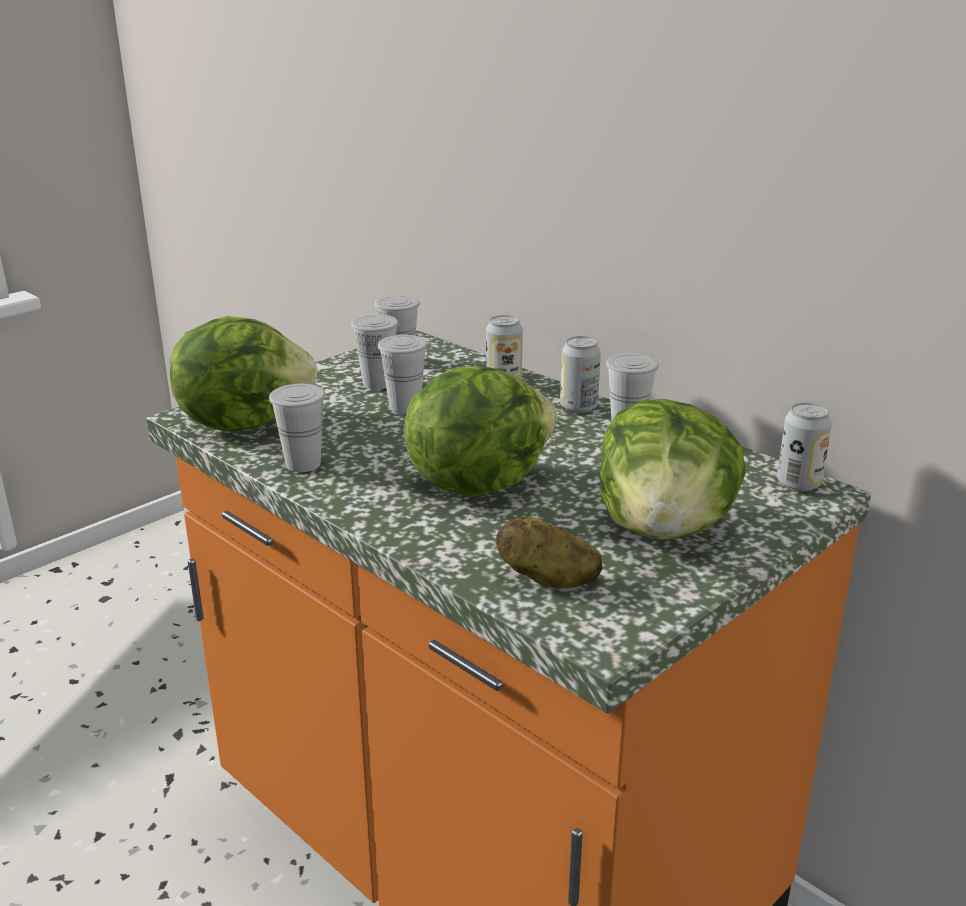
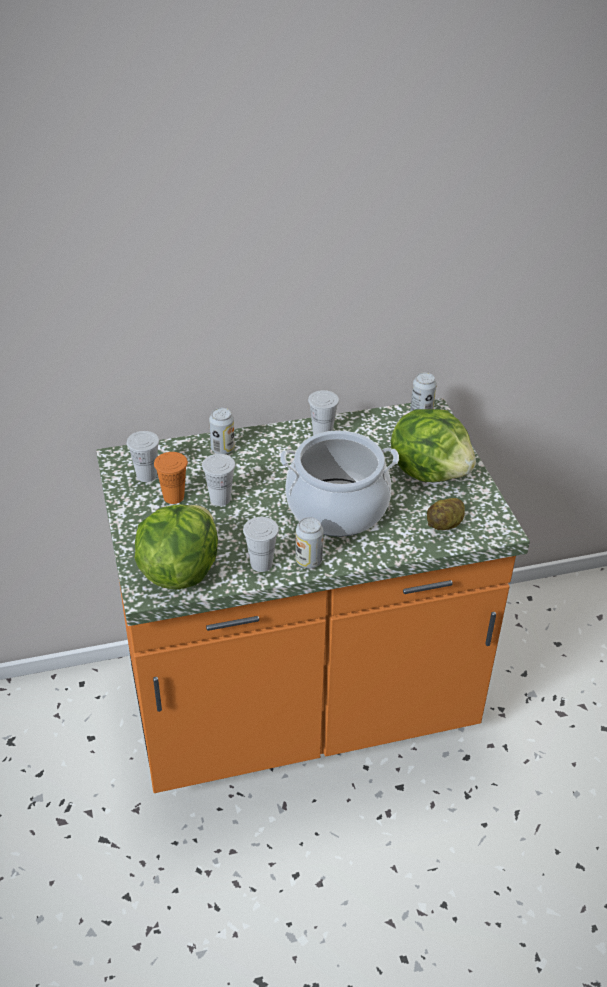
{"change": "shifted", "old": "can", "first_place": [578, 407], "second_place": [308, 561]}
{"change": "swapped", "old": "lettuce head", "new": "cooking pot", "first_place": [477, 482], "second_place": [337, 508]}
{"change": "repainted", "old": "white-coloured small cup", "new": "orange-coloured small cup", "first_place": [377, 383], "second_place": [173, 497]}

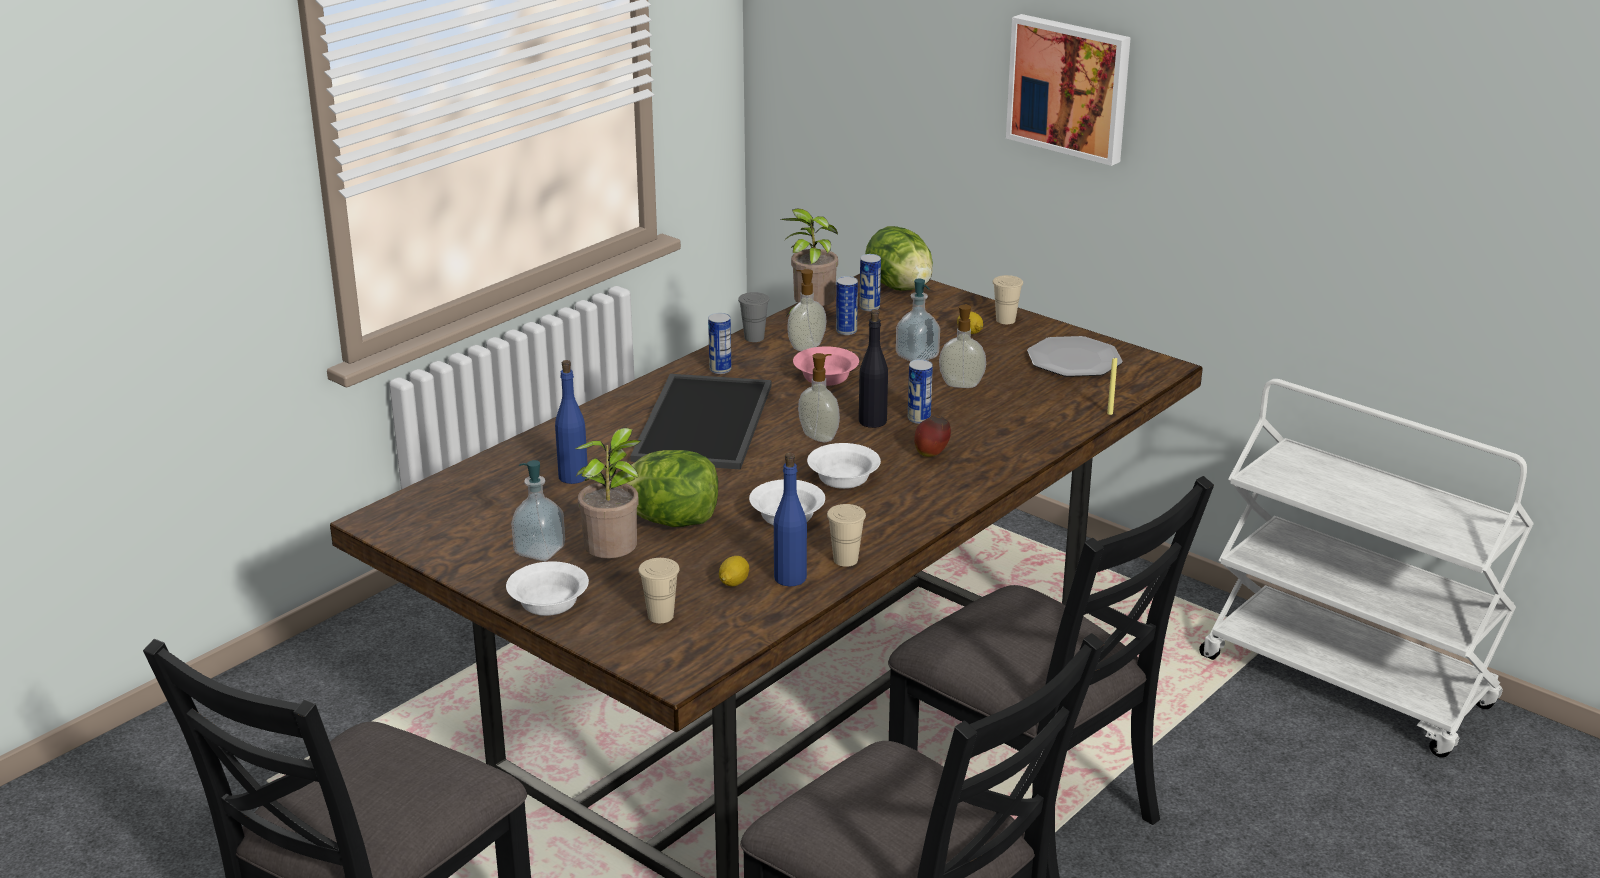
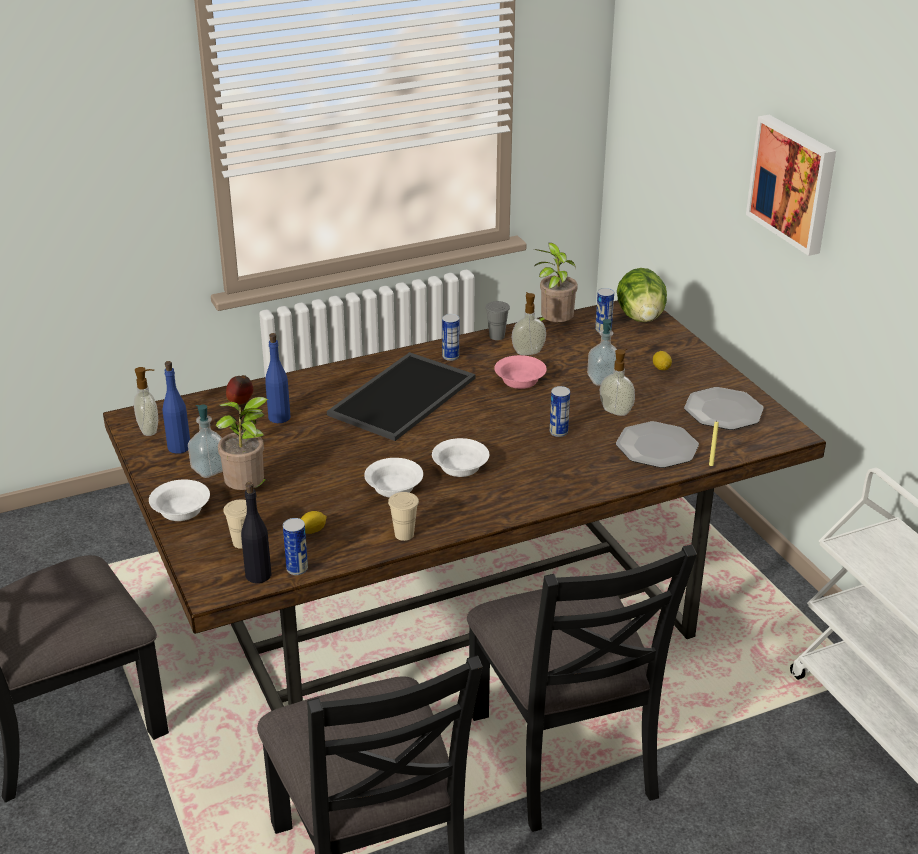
{"change": "gone", "old": "lettuce head", "first_place": [671, 521]}
{"change": "gone", "old": "beige-coloured small cup", "first_place": [1005, 320]}
{"change": "new", "new": "flat dish", "second_place": [657, 447]}
{"change": "shifted", "old": "blue-coloured drink bottle", "first_place": [790, 578], "second_place": [179, 447]}
{"change": "shifted", "old": "liquid soap bottle", "first_place": [819, 436], "second_place": [150, 430]}
{"change": "shifted", "old": "can", "first_place": [846, 331], "second_place": [297, 569]}
{"change": "shifted", "old": "black-coloured drink bottle", "first_place": [872, 421], "second_place": [258, 575]}
{"change": "shifted", "old": "apple", "first_place": [932, 454], "second_place": [241, 403]}

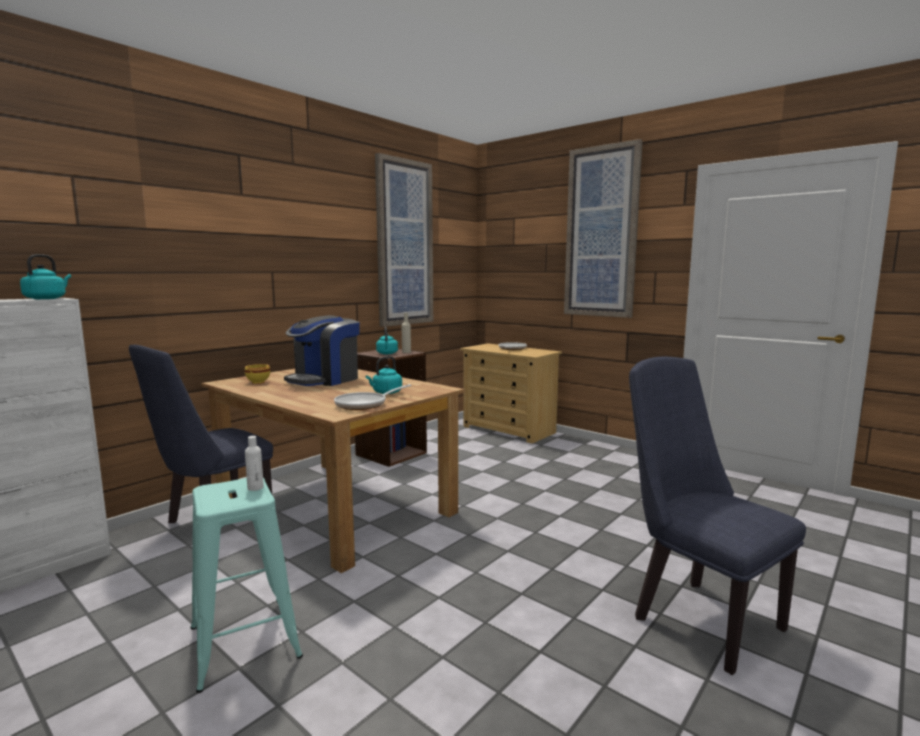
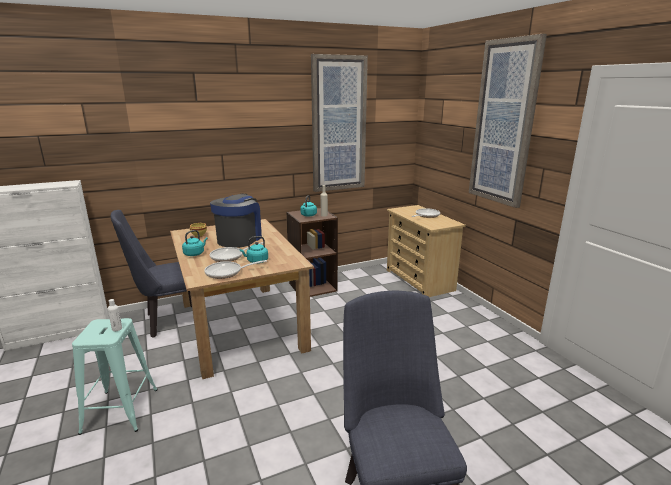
{"change": "new", "new": "pan", "second_place": [230, 256]}
{"change": "shifted", "old": "turquoise tea kettle", "first_place": [47, 298], "second_place": [195, 253]}
{"change": "rotated", "old": "coffee brewer", "first_place": [325, 380], "second_place": [239, 239], "degrees": 135}

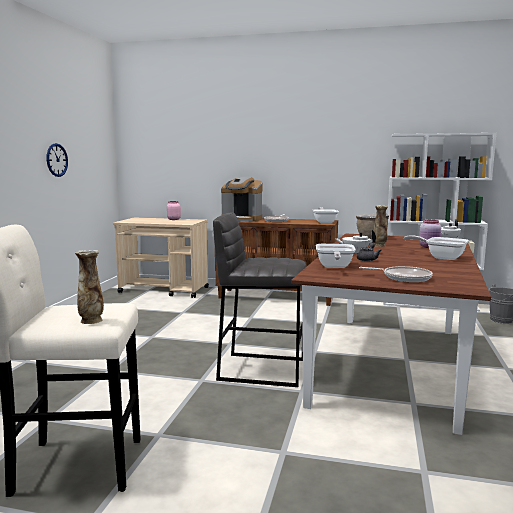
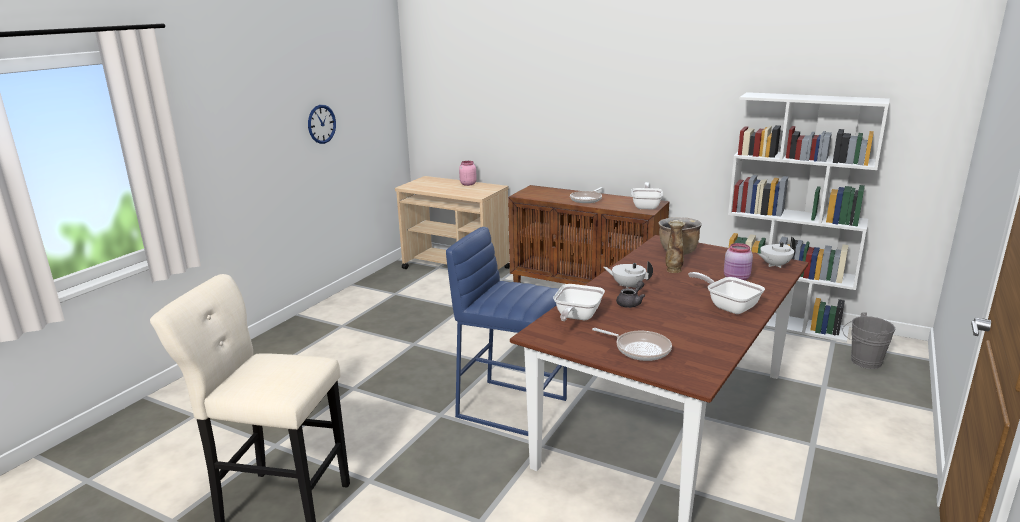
{"change": "gone", "old": "decorative vase", "first_place": [91, 320]}
{"change": "gone", "old": "coffee brewer", "first_place": [242, 219]}
{"change": "repainted", "old": "gray stool seat", "new": "blue-coloured stool seat", "first_place": [261, 369], "second_place": [511, 407]}

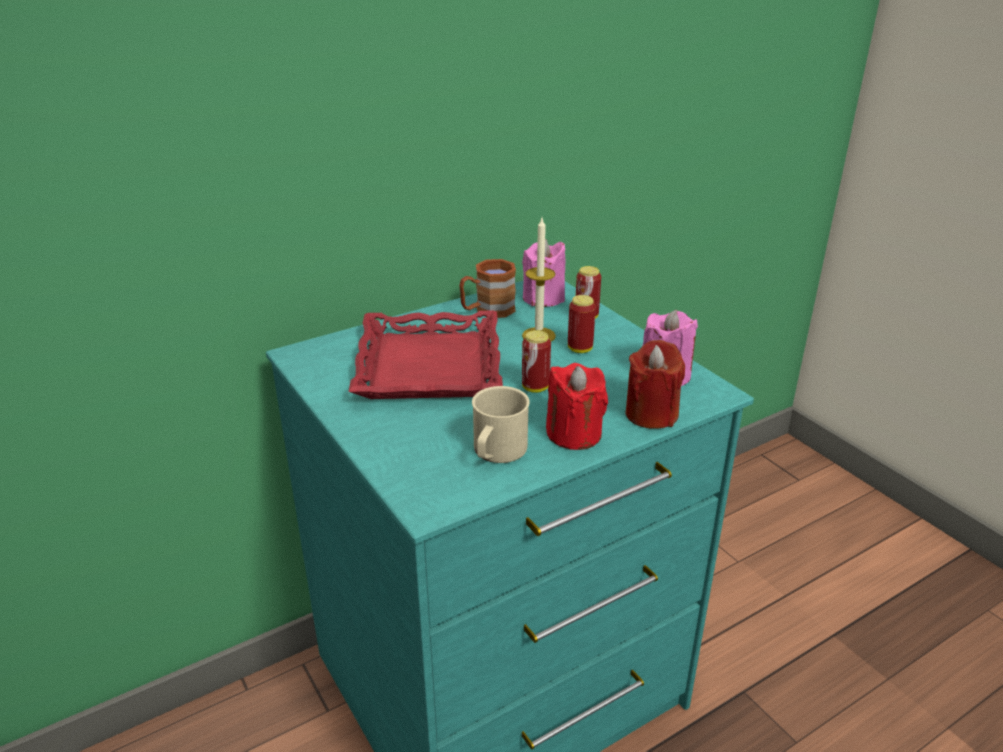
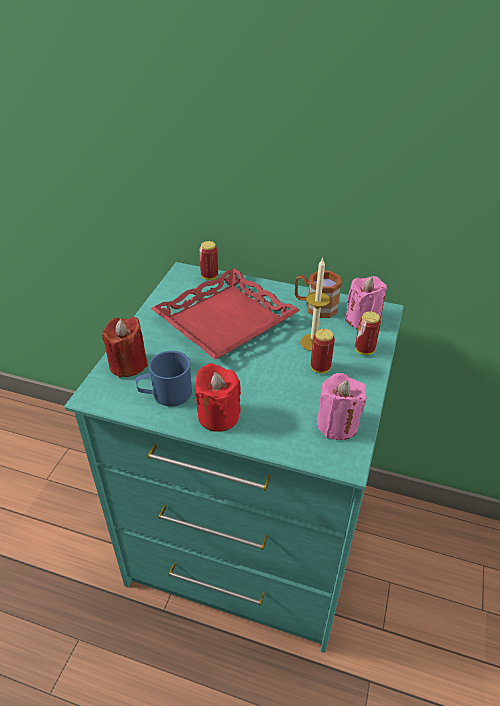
{"change": "shifted", "old": "can", "first_place": [535, 387], "second_place": [209, 277]}
{"change": "shifted", "old": "red wax candle", "first_place": [651, 414], "second_place": [128, 364]}
{"change": "repainted", "old": "beige-coloured tea mug", "new": "blue-coloured tea mug", "first_place": [496, 453], "second_place": [166, 394]}

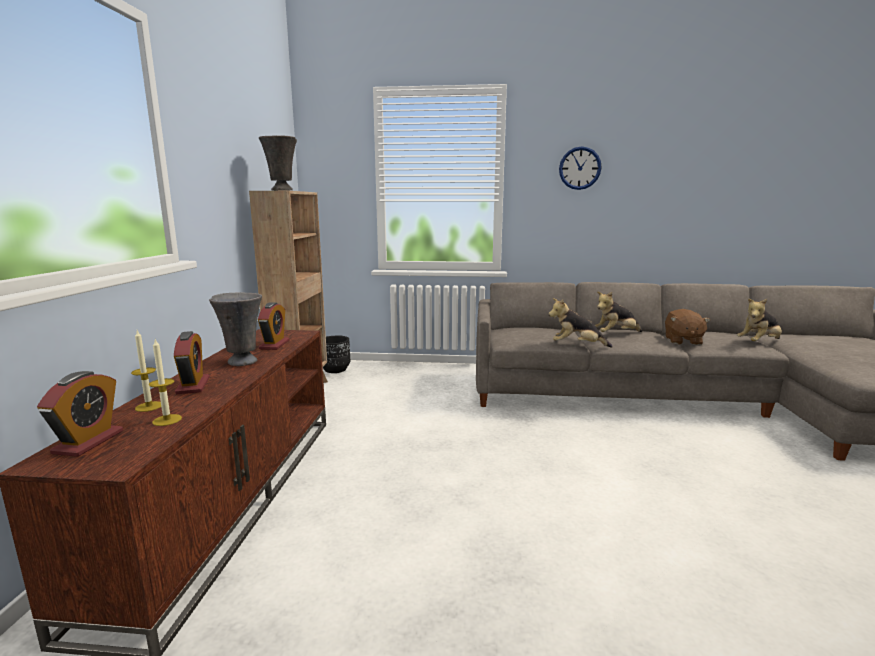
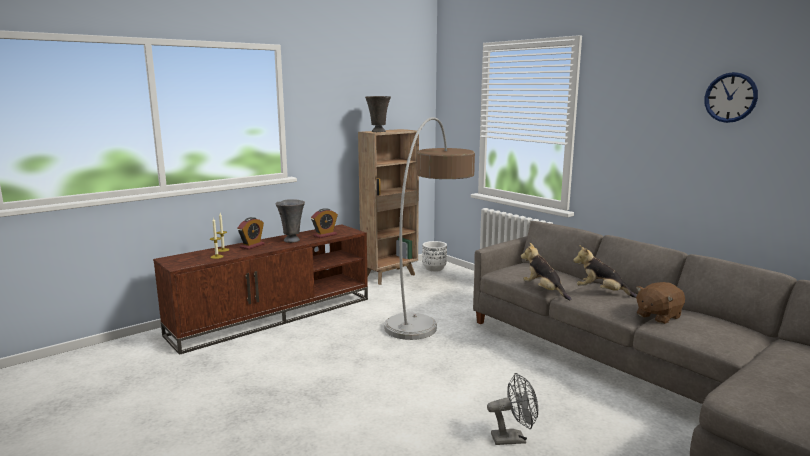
{"change": "gone", "old": "table clock", "first_place": [88, 442]}
{"change": "gone", "old": "soft toy", "first_place": [759, 343]}
{"change": "new", "new": "standard lamp", "second_place": [431, 302]}
{"change": "new", "new": "gray electric fan", "second_place": [513, 438]}
{"change": "shifted", "old": "hanging clock", "first_place": [579, 168], "second_place": [730, 97]}
{"change": "repainted", "old": "black-coloured plant pot", "new": "white-coloured plant pot", "first_place": [335, 369], "second_place": [434, 268]}

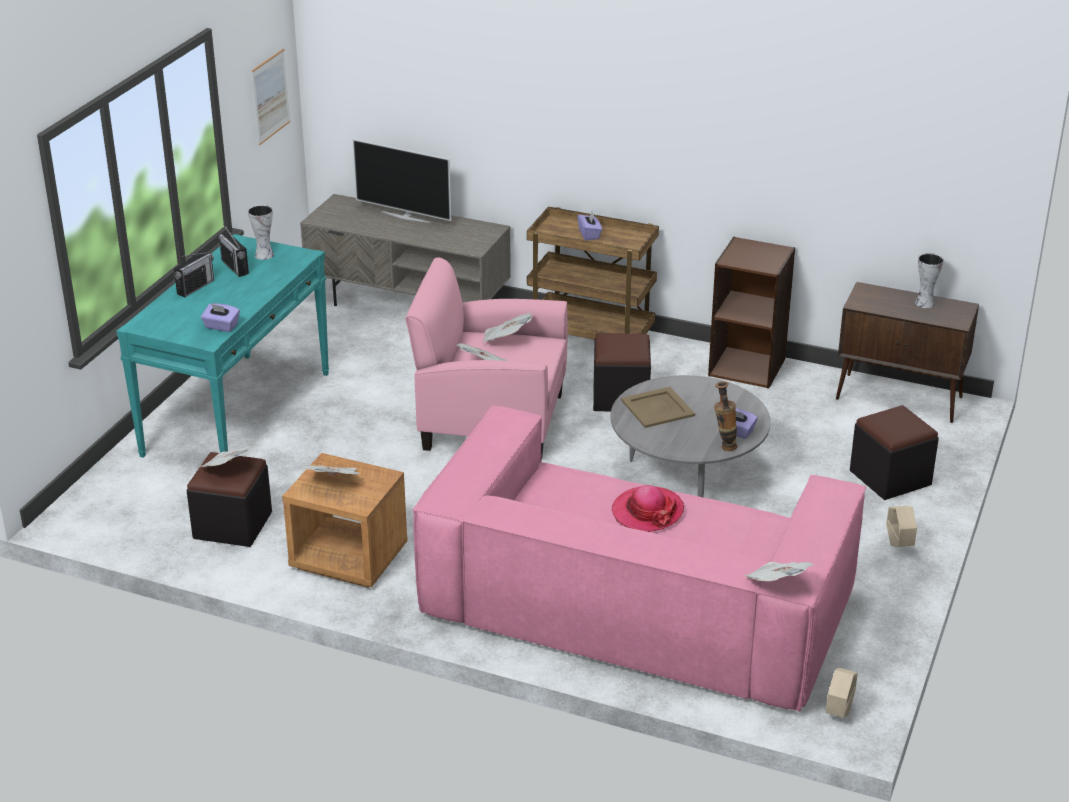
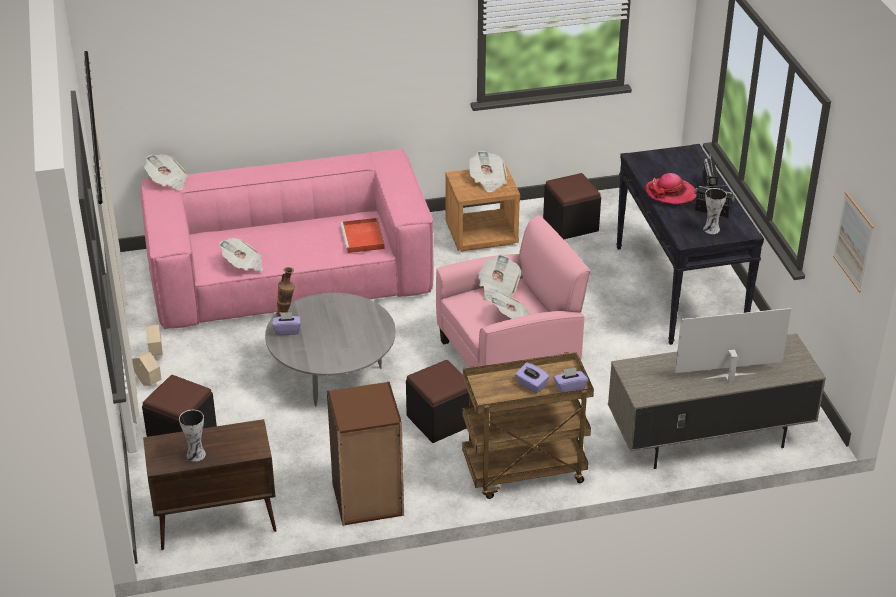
{"change": "gone", "old": "beige-coloured carrying tray", "first_place": [657, 408]}
{"change": "new", "new": "red carrying tray", "second_place": [363, 238]}
{"change": "shifted", "old": "newspaper", "first_place": [229, 468], "second_place": [243, 265]}
{"change": "shifted", "old": "purplish box of tissues", "first_place": [221, 326], "second_place": [569, 388]}
{"change": "shifted", "old": "wearable hat", "first_place": [647, 512], "second_place": [670, 193]}
{"change": "shifted", "old": "beige-coloured plant pot", "first_place": [839, 712], "second_place": [156, 353]}
{"change": "repainted", "old": "turquoise narrow table", "new": "black-coloured narrow table", "first_place": [237, 413], "second_place": [679, 289]}

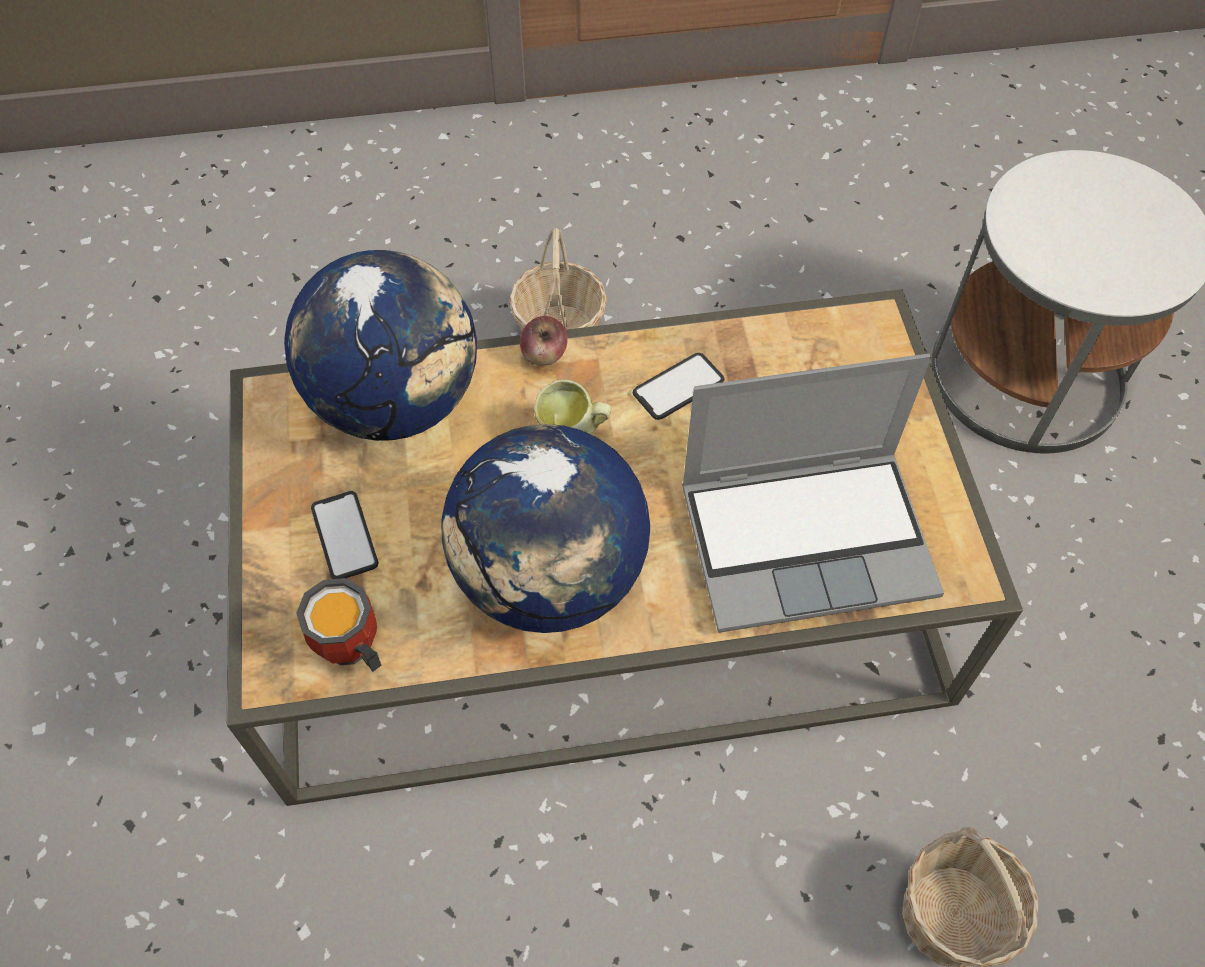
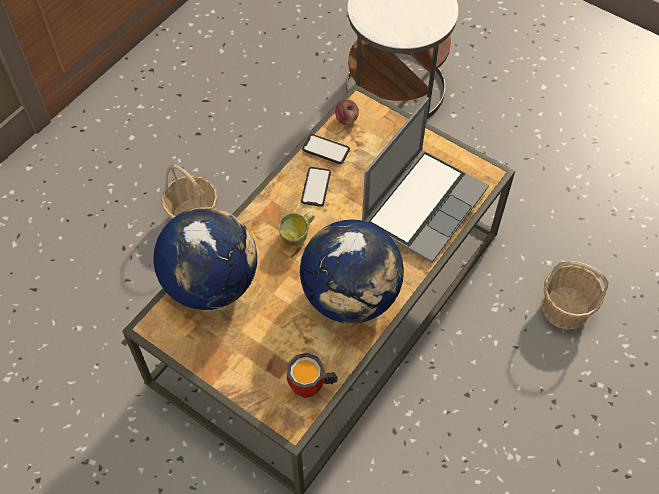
{"change": "shifted", "old": "handset", "first_place": [344, 536], "second_place": [326, 149]}
{"change": "shifted", "old": "apple", "first_place": [544, 355], "second_place": [346, 119]}

